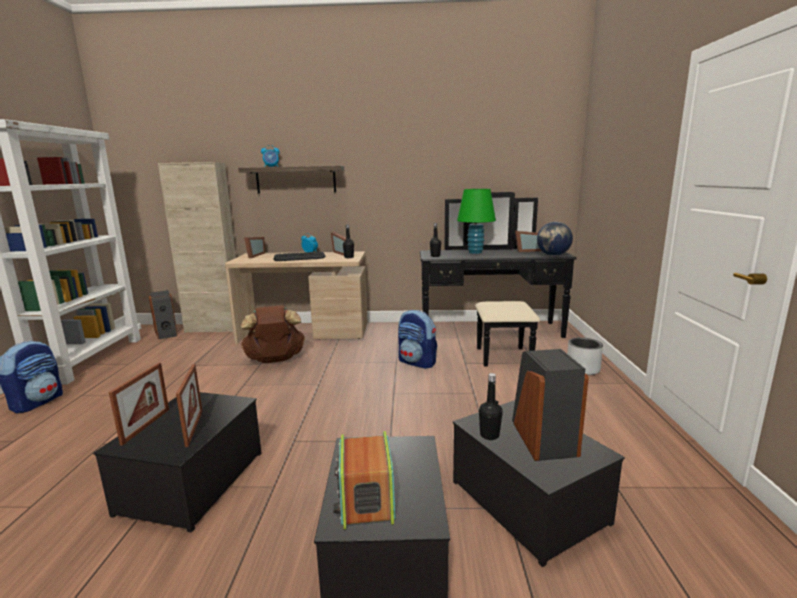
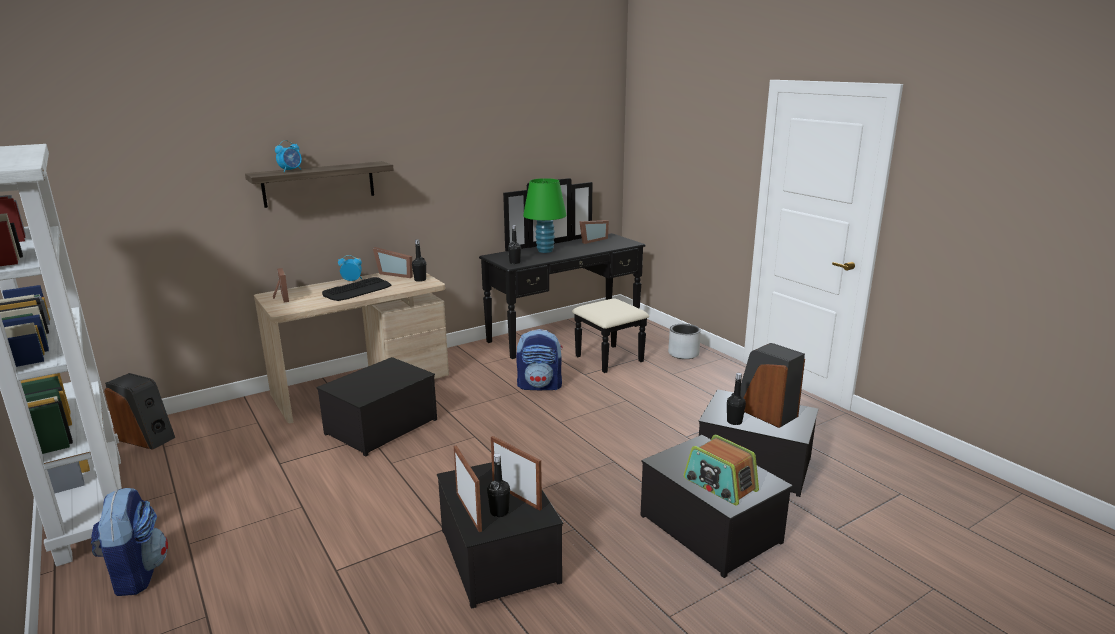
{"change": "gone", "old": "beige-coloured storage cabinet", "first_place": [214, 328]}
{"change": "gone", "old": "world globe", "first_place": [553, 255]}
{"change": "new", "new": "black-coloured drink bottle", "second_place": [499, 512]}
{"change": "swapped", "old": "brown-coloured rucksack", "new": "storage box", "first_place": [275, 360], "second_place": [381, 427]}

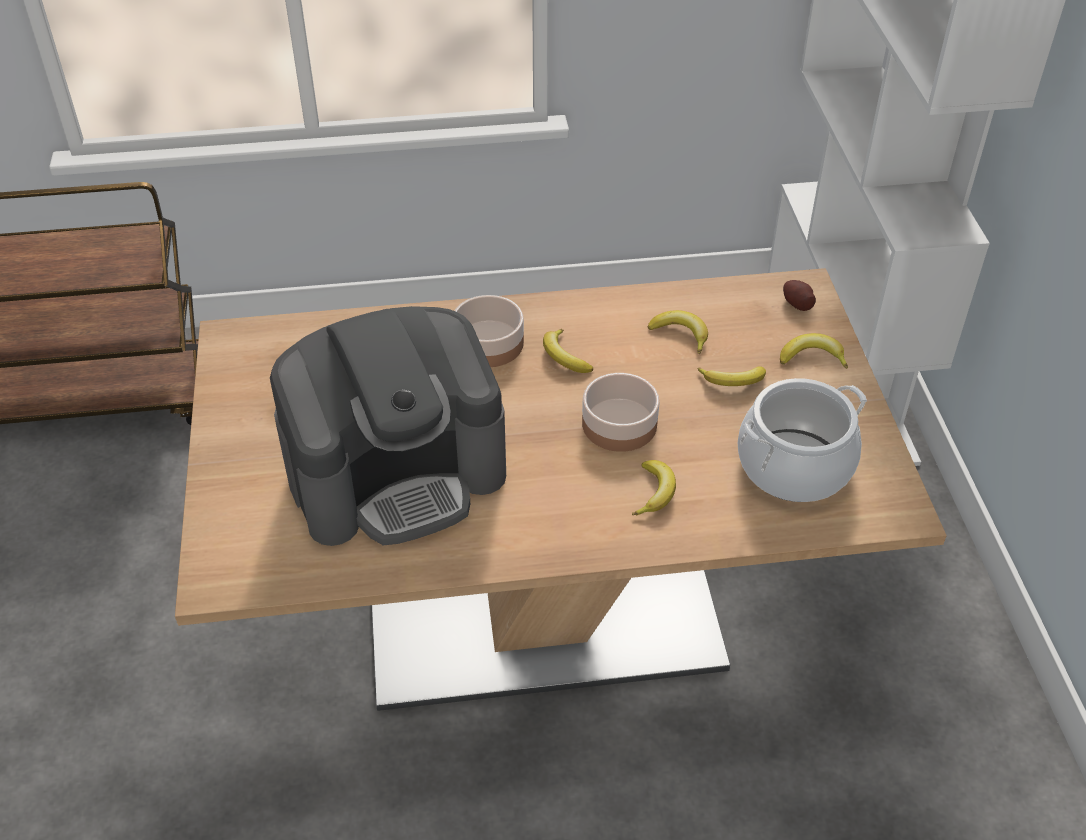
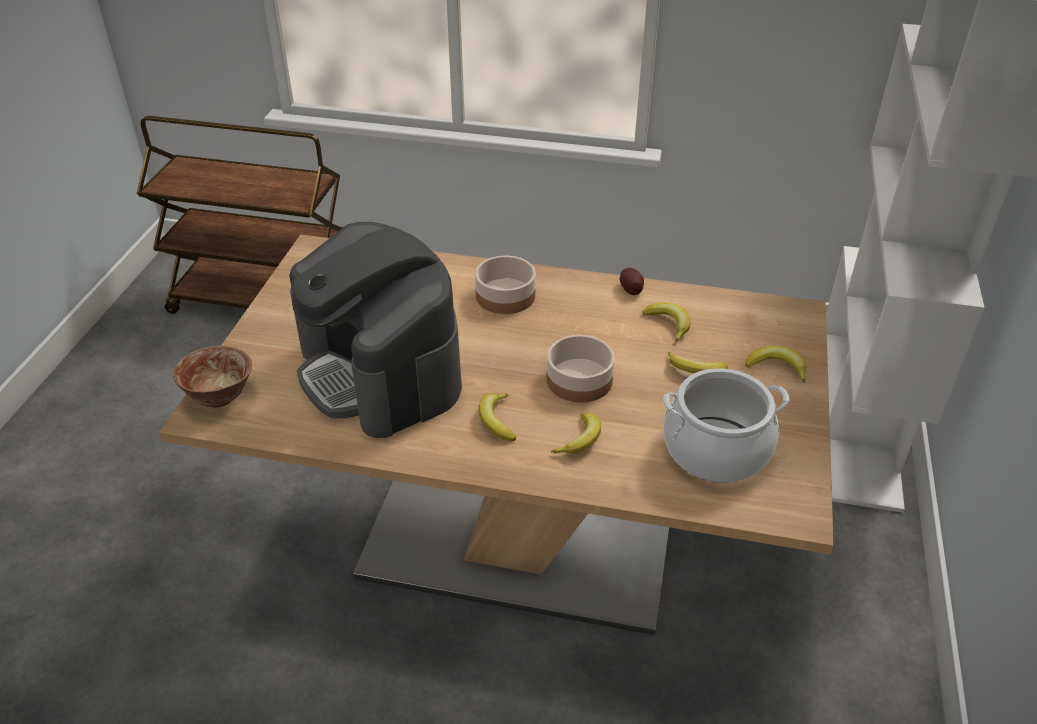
{"change": "new", "new": "bowl", "second_place": [219, 396]}
{"change": "shifted", "old": "banana fruit", "first_place": [564, 357], "second_place": [496, 420]}
{"change": "shifted", "old": "potato", "first_place": [797, 303], "second_place": [631, 289]}
{"change": "rotated", "old": "coffee brewer", "first_place": [397, 473], "second_place": [380, 373], "degrees": 60}

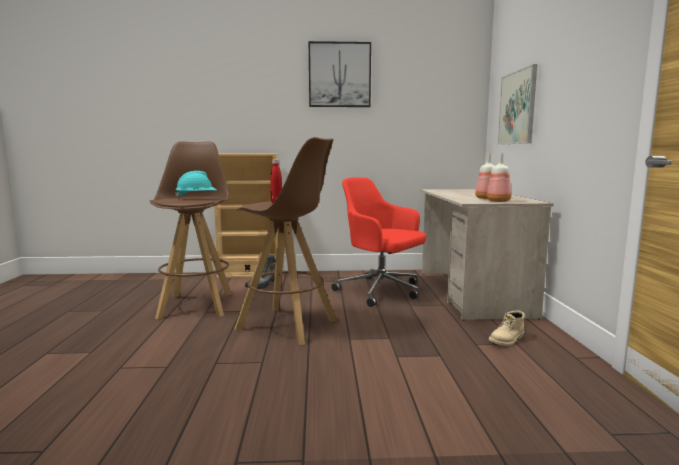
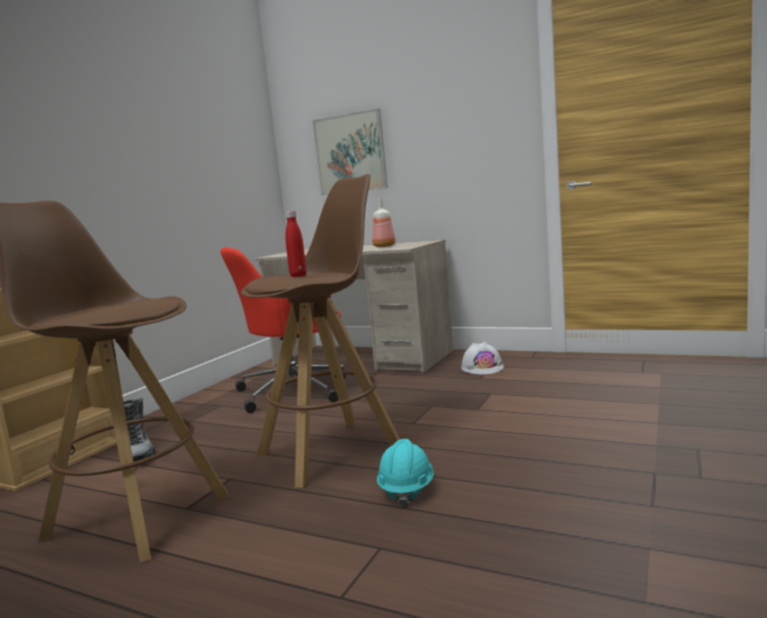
{"change": "gone", "old": "wall art", "first_place": [339, 75]}
{"change": "gone", "old": "drink bottle", "first_place": [499, 201]}
{"change": "shifted", "old": "turquoise work helmet", "first_place": [197, 198], "second_place": [406, 489]}
{"change": "swapped", "old": "beige-coloured boot", "new": "white-coloured work helmet", "first_place": [507, 340], "second_place": [482, 367]}

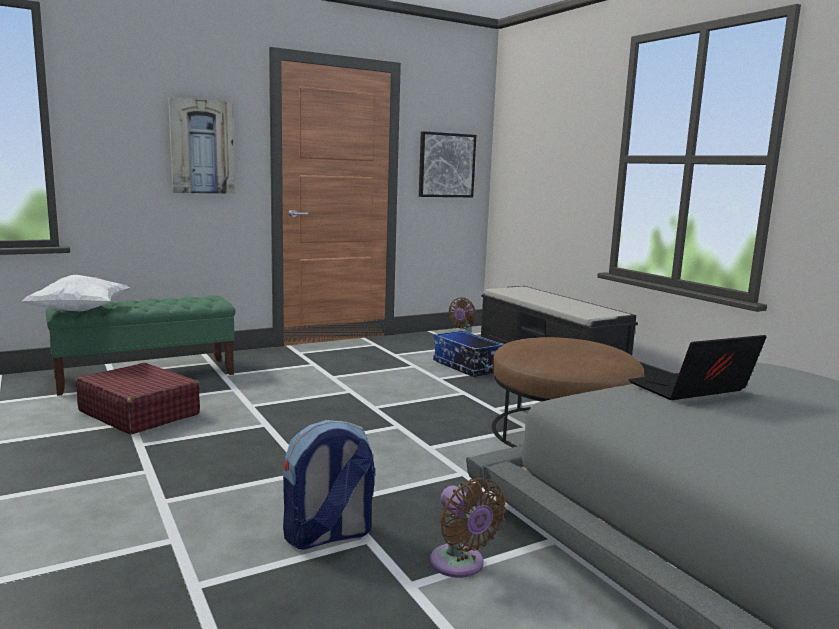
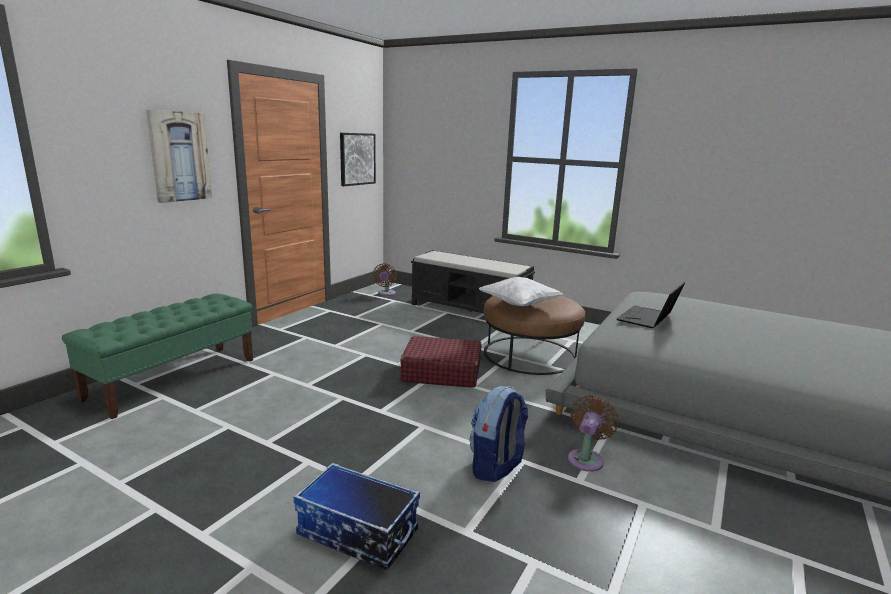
{"change": "shifted", "old": "white-coloured pillow", "first_place": [80, 311], "second_place": [519, 305]}
{"change": "shifted", "old": "red travel case", "first_place": [139, 413], "second_place": [441, 373]}
{"change": "shifted", "old": "storage box", "first_place": [466, 366], "second_place": [356, 534]}
{"change": "rotated", "old": "brown-coloured electric fan", "first_place": [460, 565], "second_place": [586, 458], "degrees": -90}

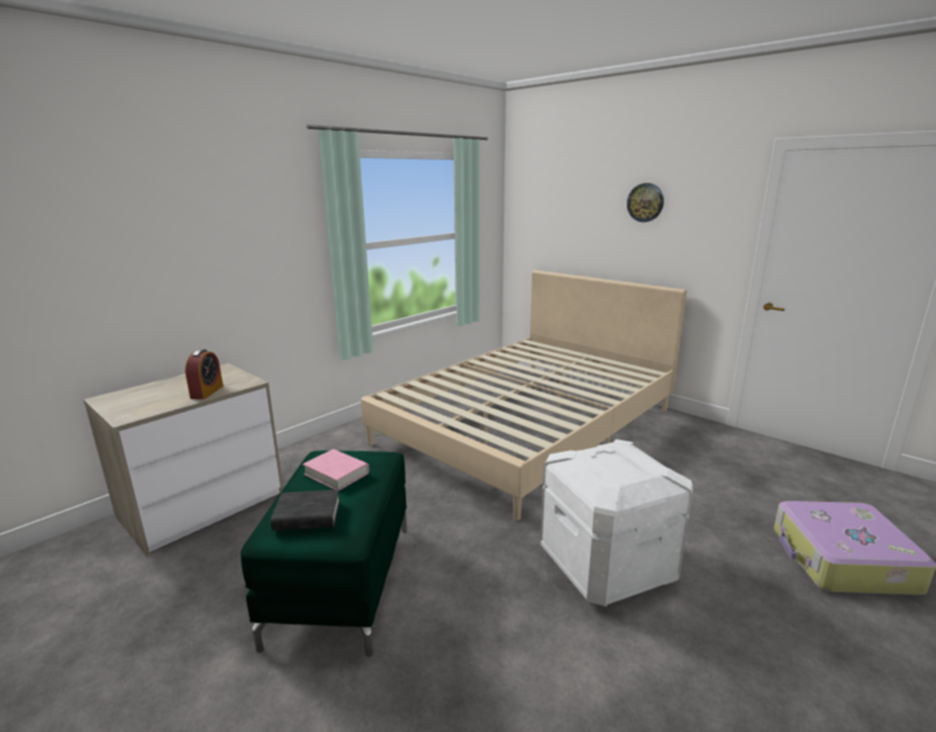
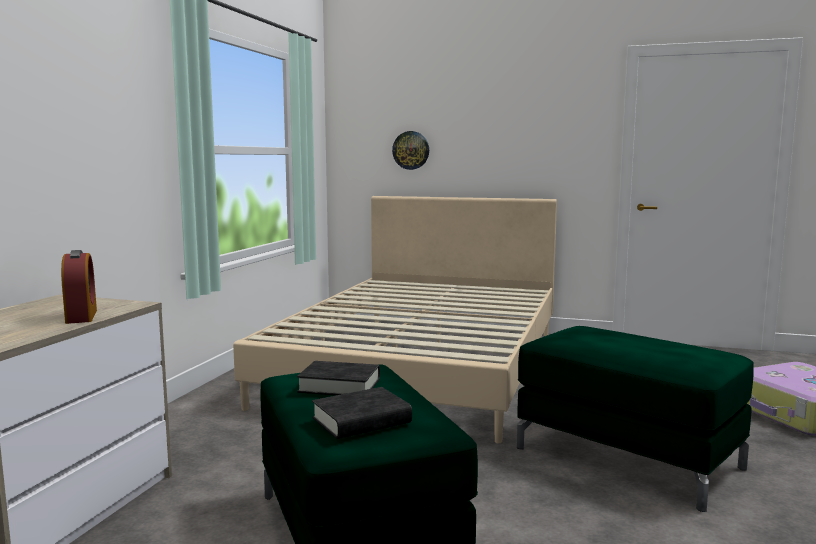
{"change": "shifted", "old": "hanging clock", "first_place": [645, 202], "second_place": [411, 150]}
{"change": "swapped", "old": "white-coloured storage box", "new": "greenish ottoman", "first_place": [605, 564], "second_place": [625, 457]}
{"change": "repainted", "old": "pinkish bound book", "new": "black-coloured bound book", "first_place": [336, 474], "second_place": [339, 385]}

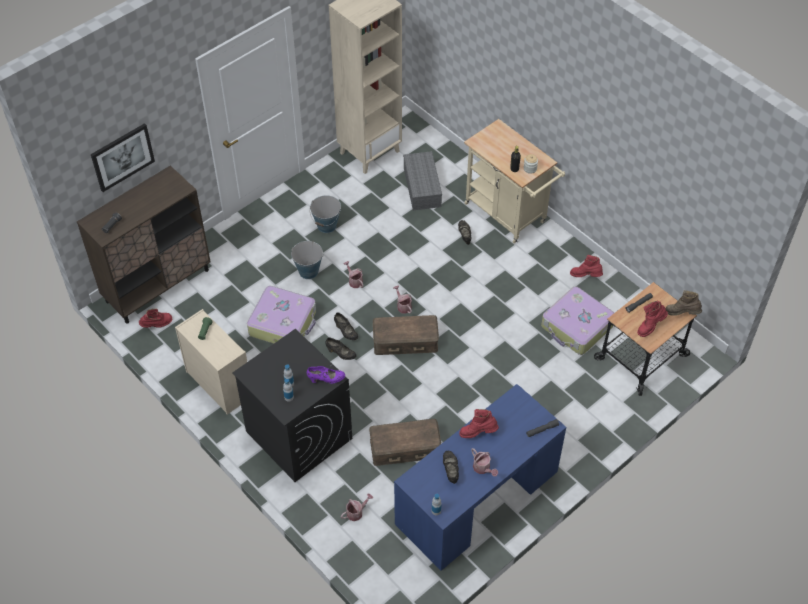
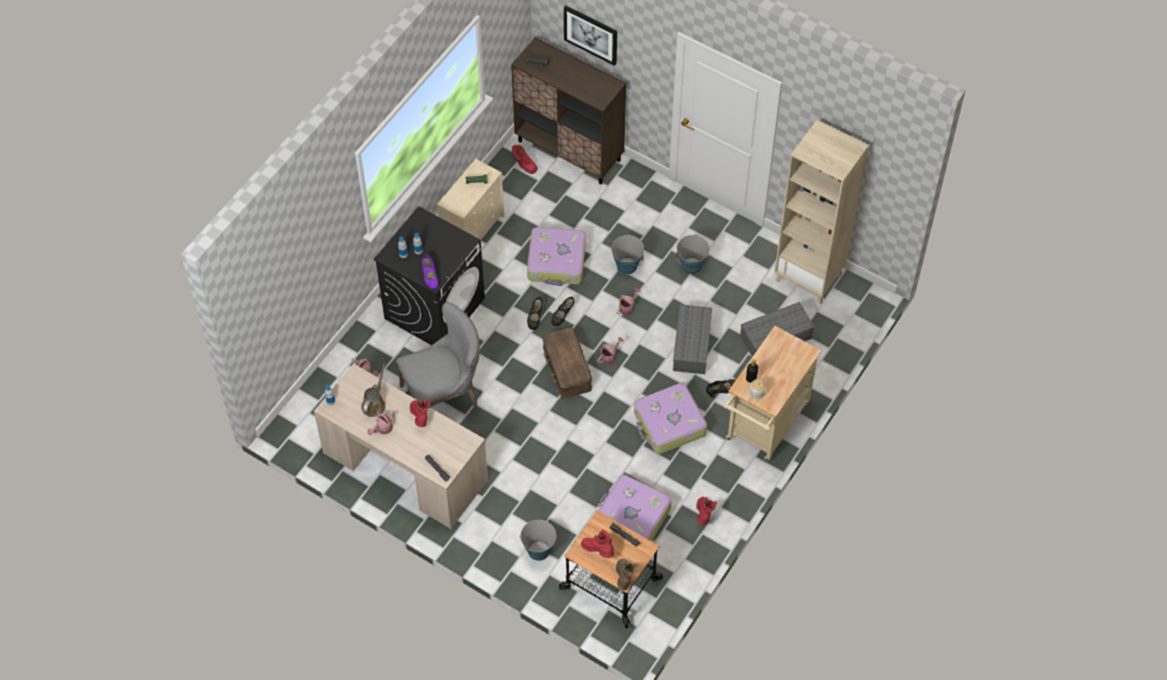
{"change": "new", "new": "bucket", "second_place": [538, 550]}
{"change": "new", "new": "travel case", "second_place": [669, 424]}
{"change": "new", "new": "gray storage box", "second_place": [692, 346]}
{"change": "swapped", "old": "brown-coloured storage box", "new": "gray upright chair", "first_place": [405, 447], "second_place": [444, 396]}
{"change": "swapped", "old": "black-coloured low shoe", "new": "brown-coloured watering can", "first_place": [450, 470], "second_place": [374, 404]}
{"change": "repainted", "old": "blue-coloured desk table", "new": "beige-coloured desk table", "first_place": [476, 497], "second_place": [405, 465]}

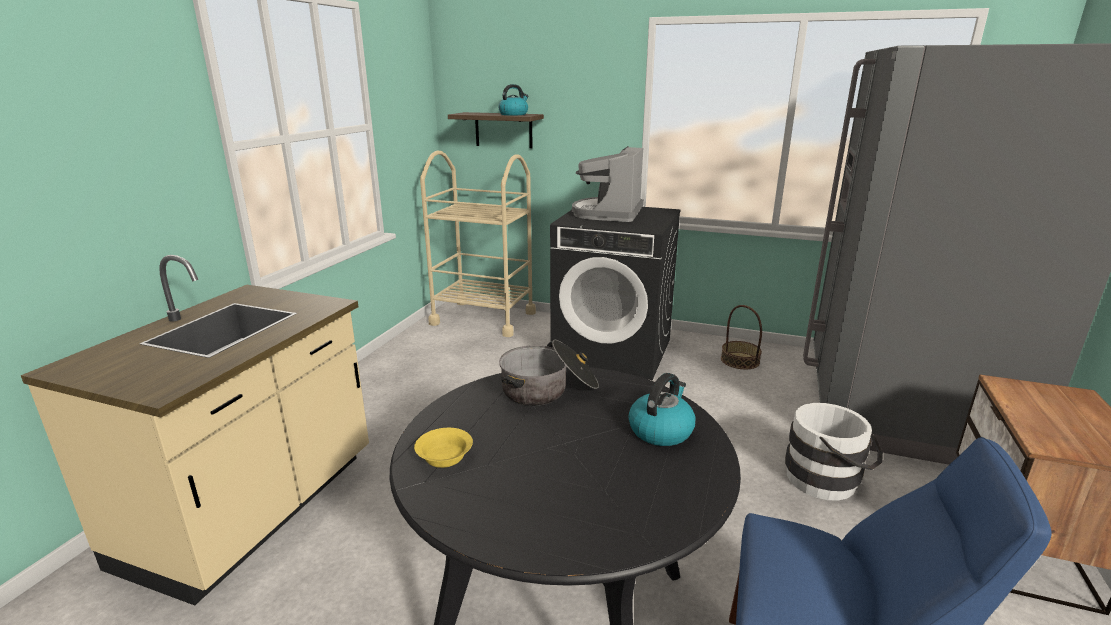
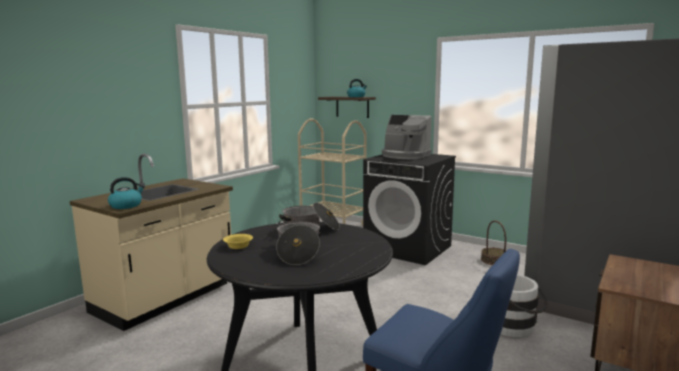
{"change": "new", "new": "cooking pot", "second_place": [298, 252]}
{"change": "shifted", "old": "tea kettle", "first_place": [661, 430], "second_place": [126, 205]}
{"change": "rotated", "old": "coffee brewer", "first_place": [608, 213], "second_place": [405, 156], "degrees": -90}

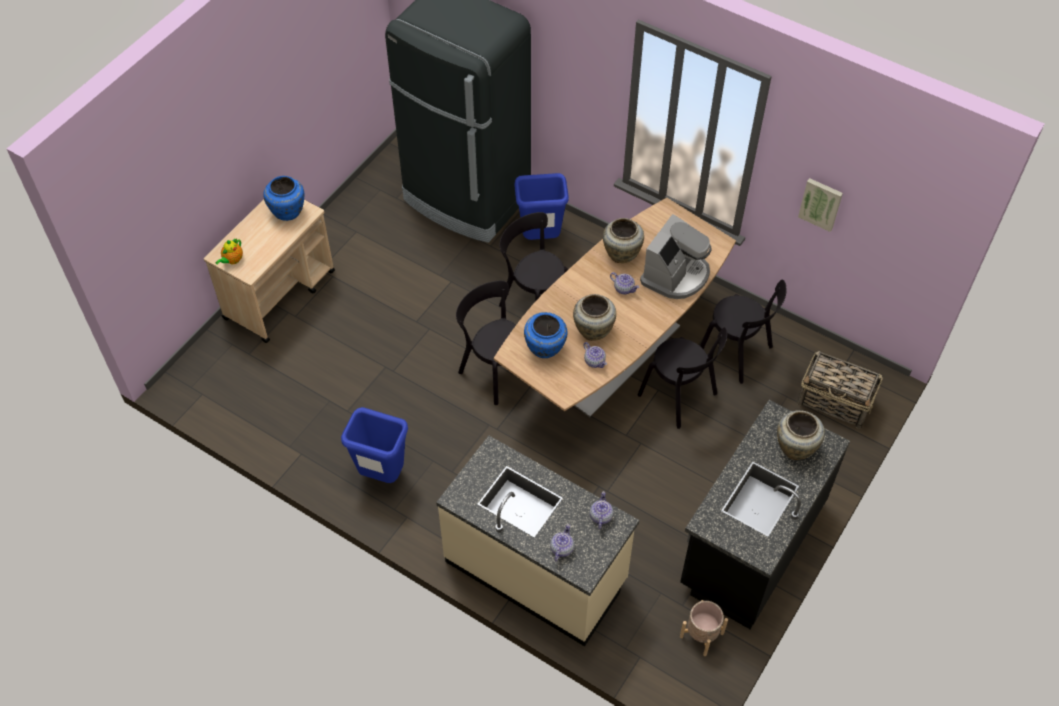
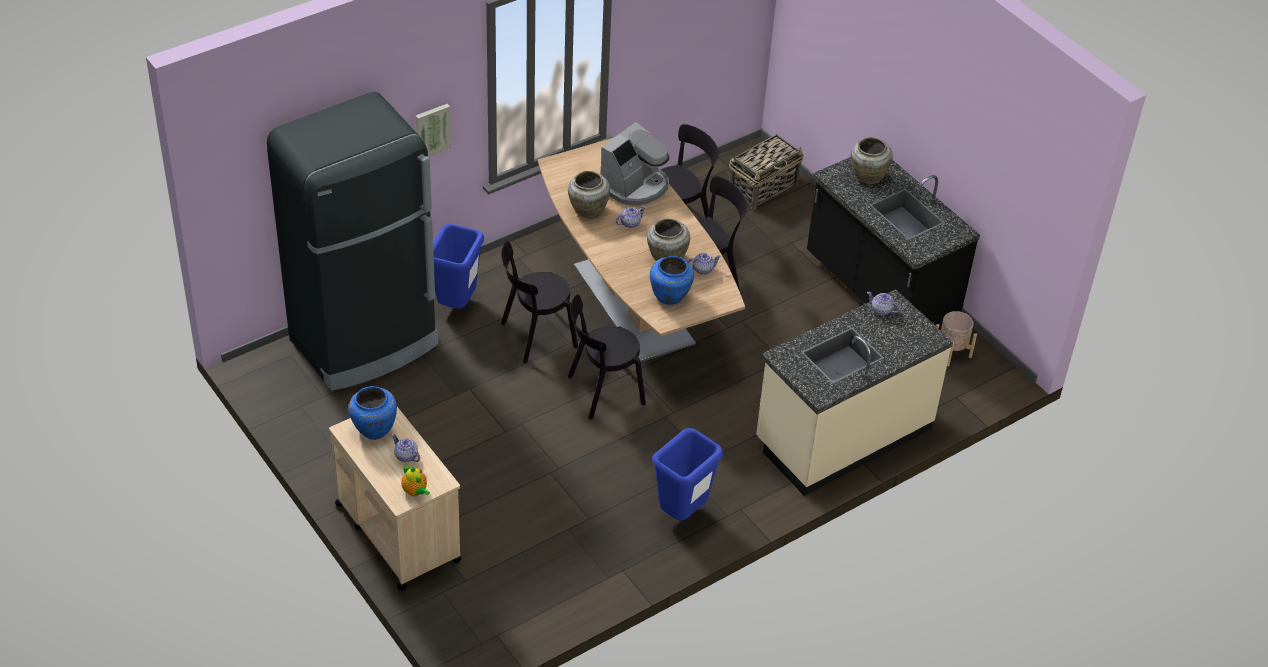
{"change": "shifted", "old": "teapot", "first_place": [561, 548], "second_place": [406, 456]}
{"change": "shifted", "old": "wall art", "first_place": [821, 203], "second_place": [432, 130]}
{"change": "rotated", "old": "coffee brewer", "first_place": [676, 275], "second_place": [635, 186], "degrees": 75}

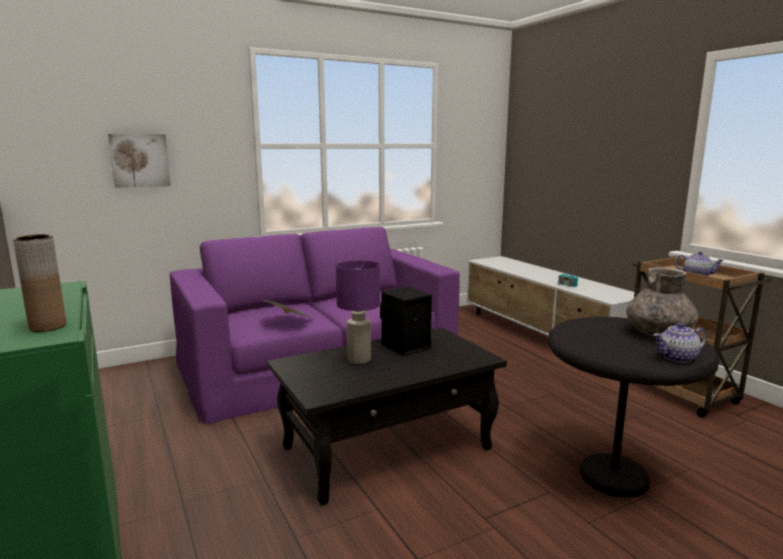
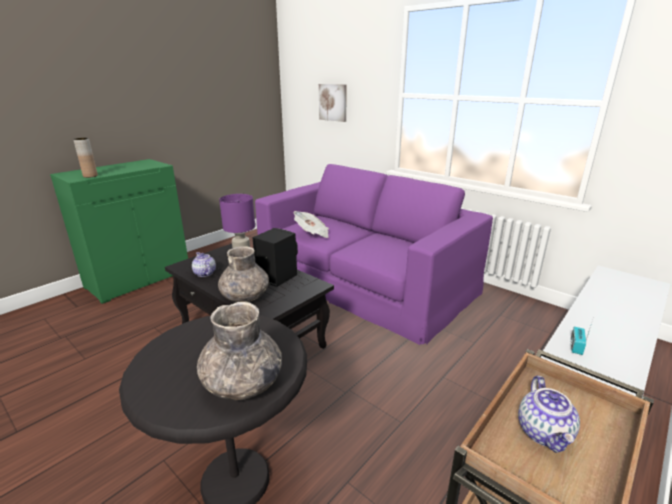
{"change": "new", "new": "gray decorative vase", "second_place": [245, 296]}
{"change": "shifted", "old": "teapot", "first_place": [677, 358], "second_place": [204, 273]}

